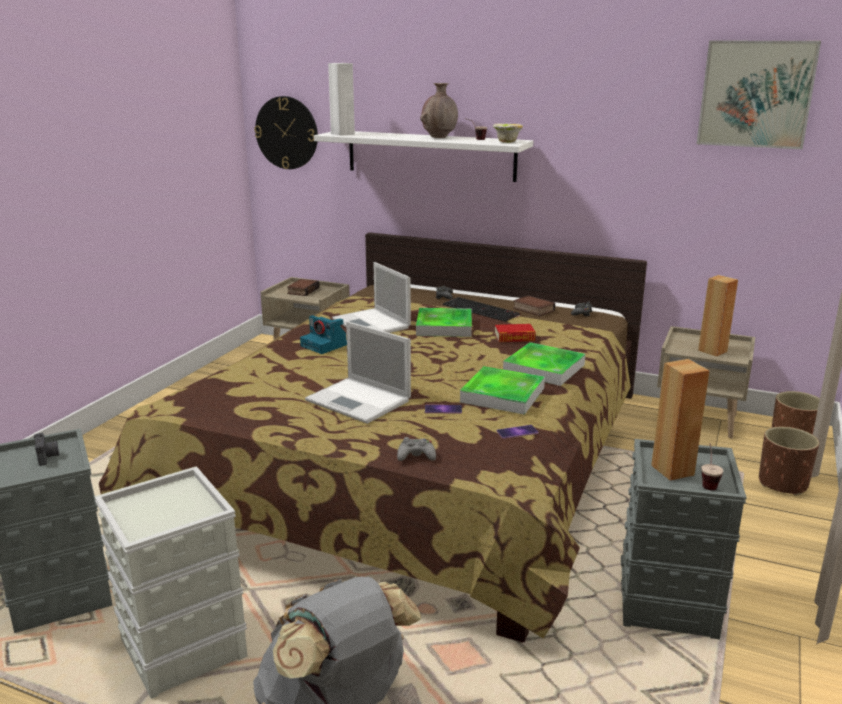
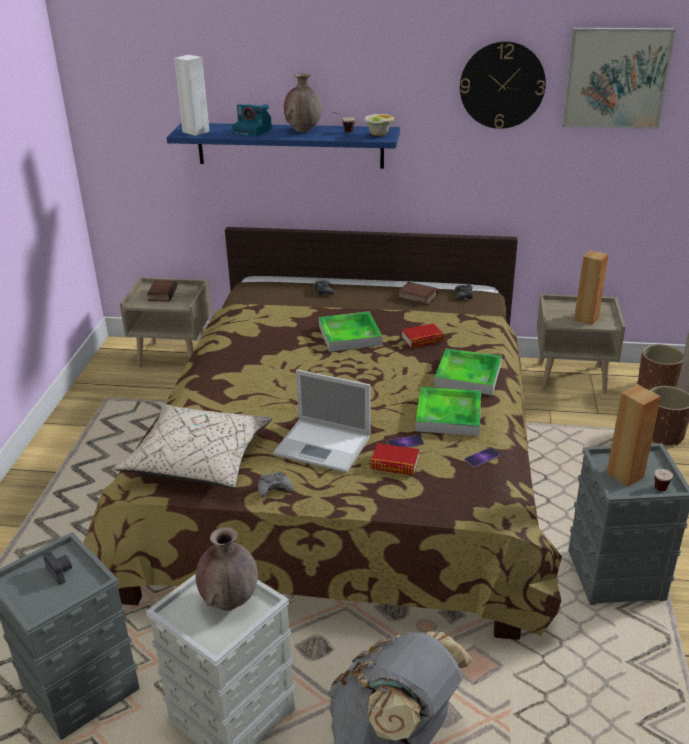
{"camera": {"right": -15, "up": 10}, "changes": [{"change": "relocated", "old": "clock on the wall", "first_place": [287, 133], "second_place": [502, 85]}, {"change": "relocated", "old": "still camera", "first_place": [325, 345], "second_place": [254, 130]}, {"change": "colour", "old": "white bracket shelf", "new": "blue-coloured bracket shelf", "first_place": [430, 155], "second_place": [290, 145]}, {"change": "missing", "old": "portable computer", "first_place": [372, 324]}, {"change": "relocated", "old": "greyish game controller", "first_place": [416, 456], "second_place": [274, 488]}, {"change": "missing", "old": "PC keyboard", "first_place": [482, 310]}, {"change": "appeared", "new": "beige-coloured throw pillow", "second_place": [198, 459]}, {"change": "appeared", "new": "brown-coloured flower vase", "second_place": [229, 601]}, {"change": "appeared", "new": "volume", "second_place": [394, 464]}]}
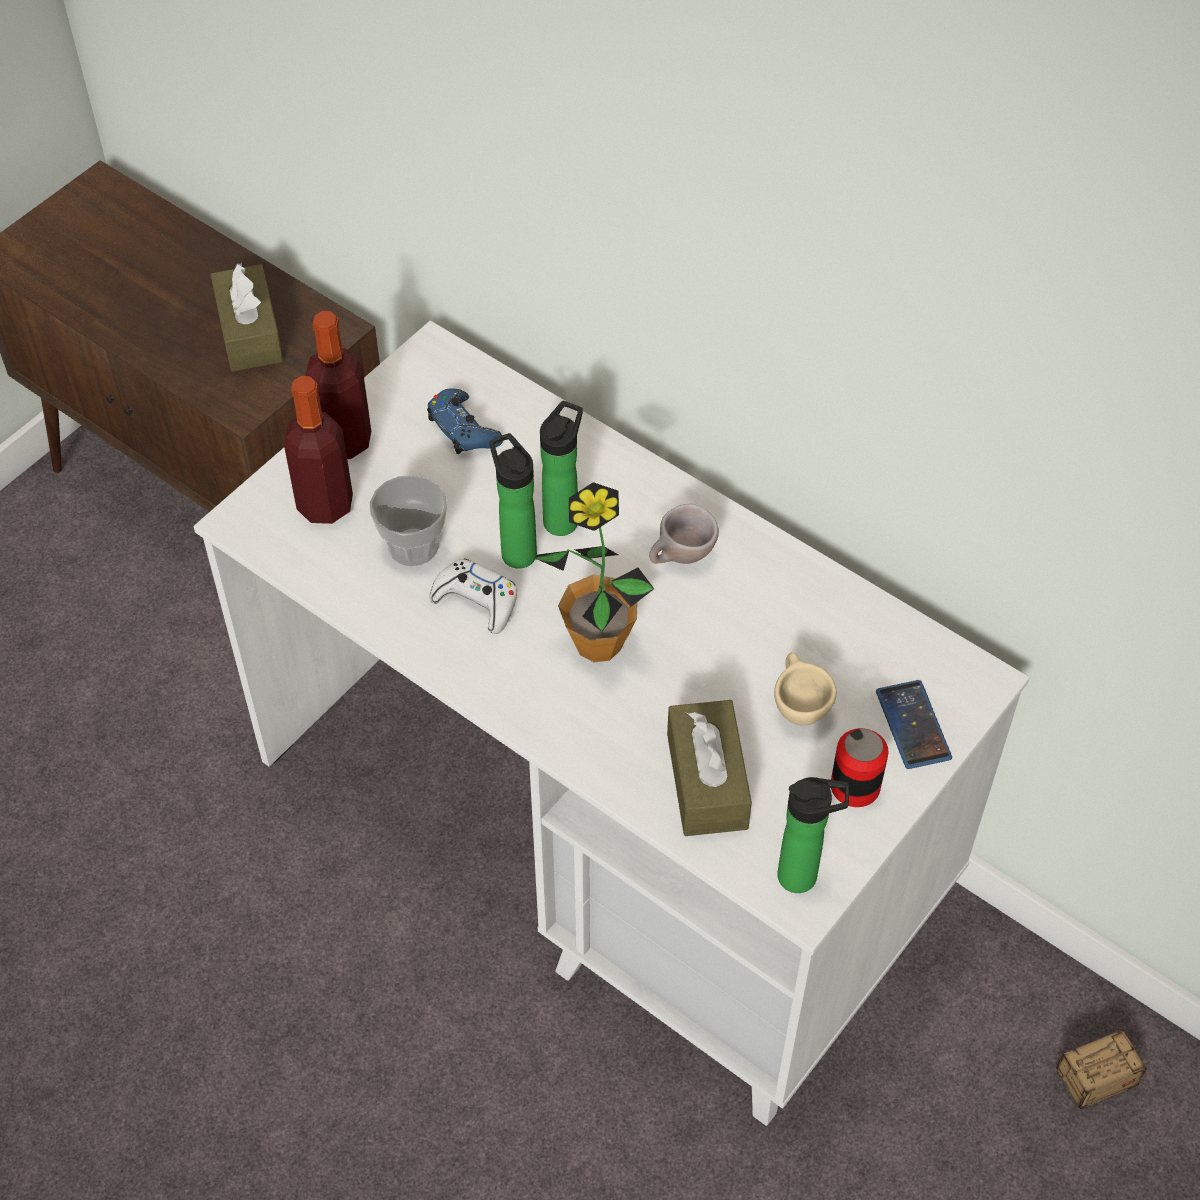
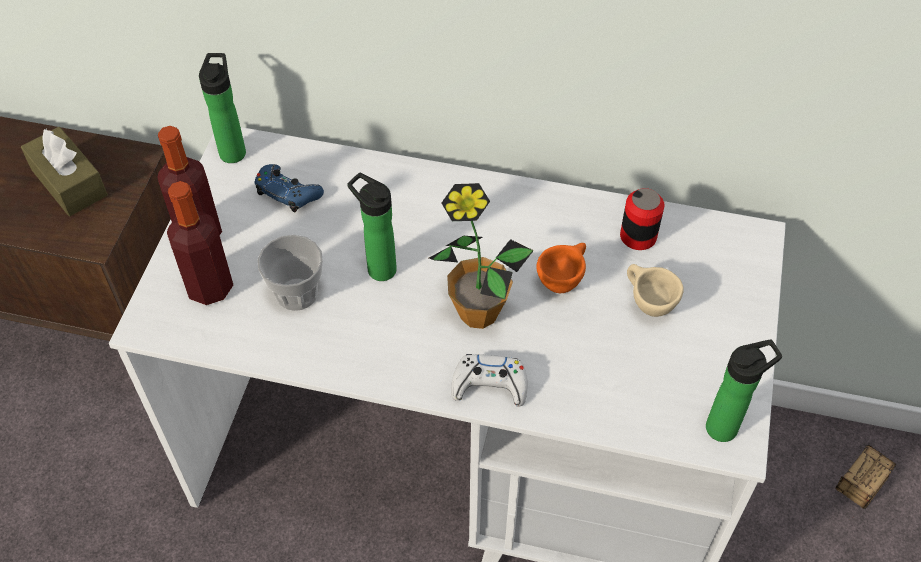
{"camera": {"right": -25, "up": 0}, "changes": [{"change": "relocated", "old": "white game controller", "first_place": [476, 601], "second_place": [489, 385]}, {"change": "relocated", "old": "drink bottle", "first_place": [563, 518], "second_place": [233, 150]}, {"change": "missing", "old": "beige-coloured small cup", "first_place": [680, 559]}, {"change": "missing", "old": "brown-coloured tissue box", "first_place": [707, 781]}, {"change": "relocated", "old": "can", "first_place": [855, 786], "second_place": [638, 236]}, {"change": "missing", "old": "phone", "first_place": [913, 725]}, {"change": "appeared", "new": "orange small cup", "second_place": [562, 280]}]}
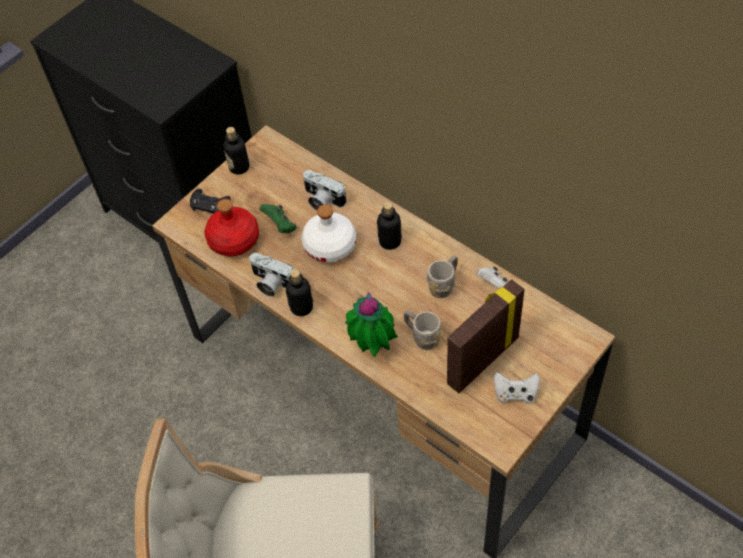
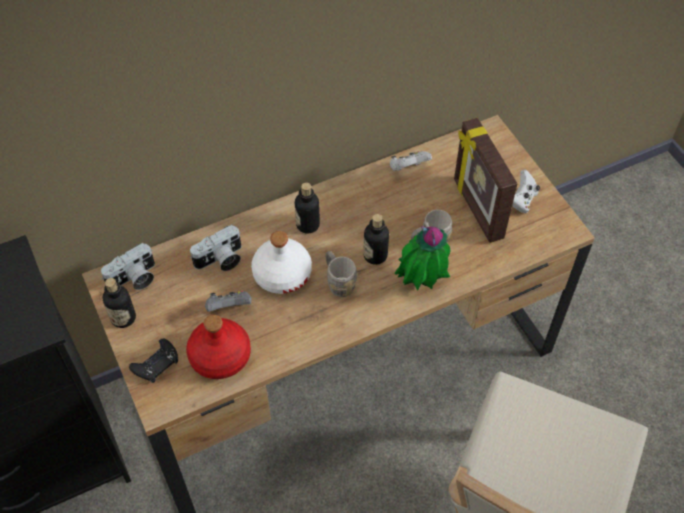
{"camera": {"right": -70, "up": 0}, "changes": [{"change": "relocated", "old": "still camera", "first_place": [271, 283], "second_place": [134, 279]}, {"change": "colour", "old": "greenish game controller", "new": "greyish game controller", "first_place": [280, 225], "second_place": [229, 307]}, {"change": "relocated", "old": "drink bottle", "first_place": [301, 307], "second_place": [375, 255]}, {"change": "relocated", "old": "greyish coffee mug", "first_place": [444, 284], "second_place": [338, 282]}]}
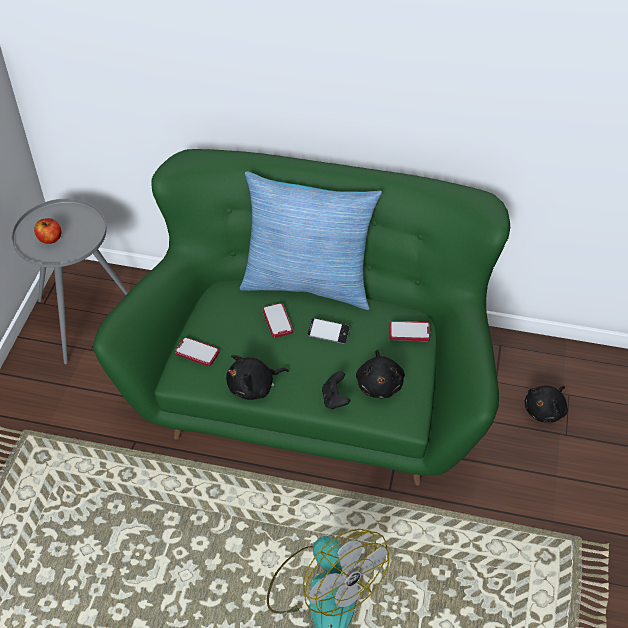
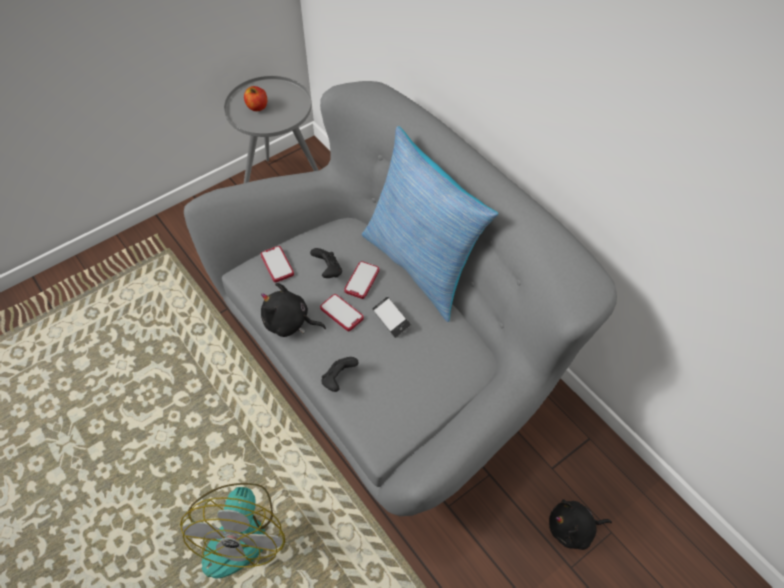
{"camera": {"right": 40, "up": 5}, "changes": [{"change": "colour", "old": "greenish settee", "new": "greyish settee", "first_place": [314, 390], "second_place": [390, 362]}, {"change": "missing", "old": "blackish cuddly toy", "first_place": [379, 384]}, {"change": "relocated", "old": "phone", "first_place": [409, 332], "second_place": [341, 313]}, {"change": "appeared", "new": "blackish game controller", "second_place": [328, 271]}]}
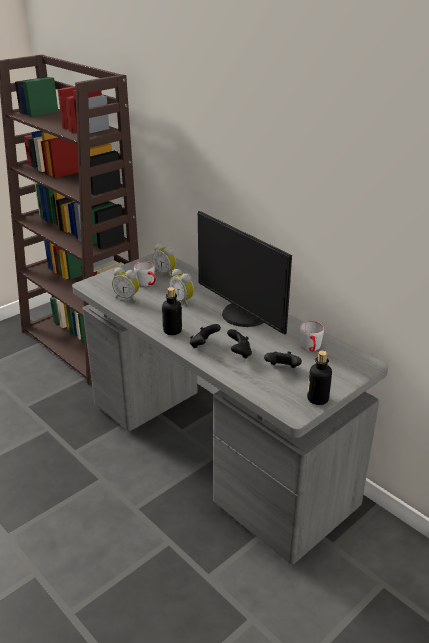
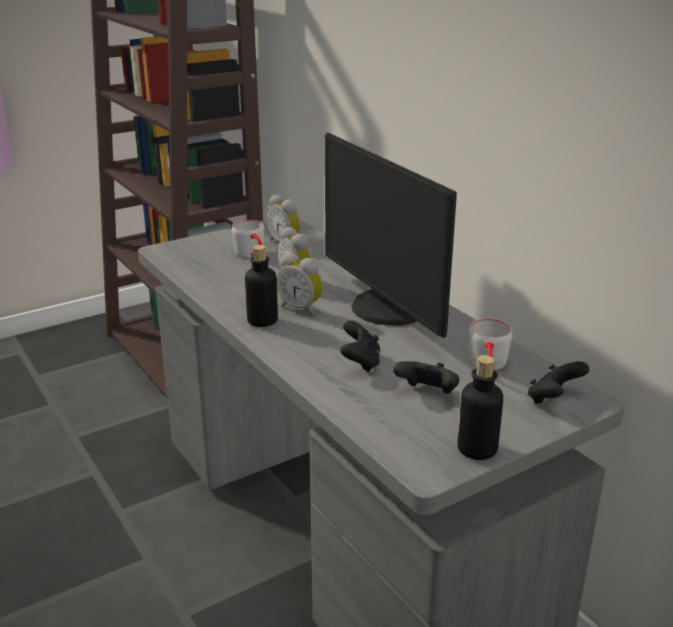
{"camera": {"right": 10, "up": -5}, "changes": [{"change": "relocated", "old": "alarm clock", "first_place": [127, 298], "second_place": [301, 308]}, {"change": "relocated", "old": "blackish game controller", "first_place": [203, 345], "second_place": [553, 399]}]}
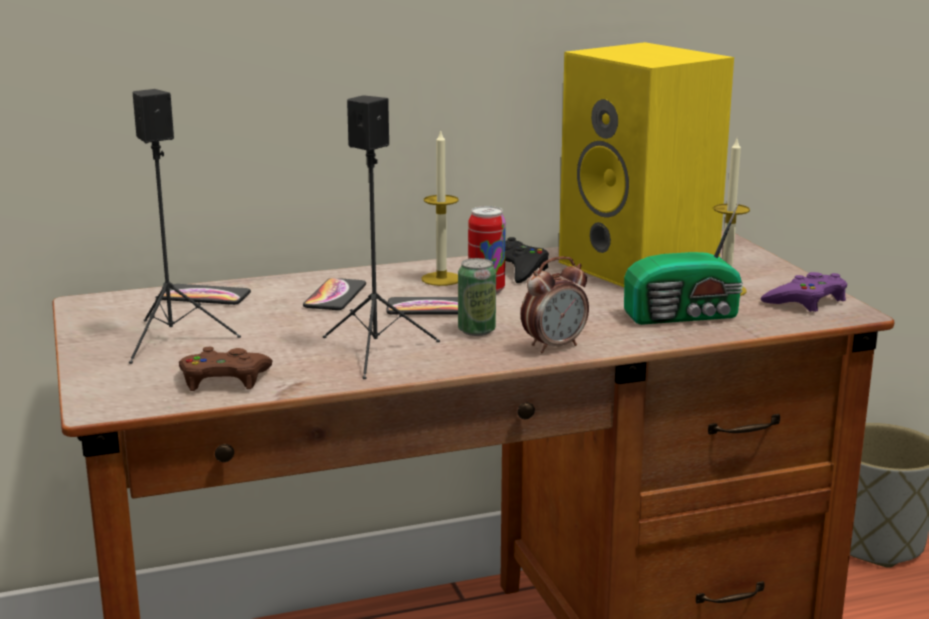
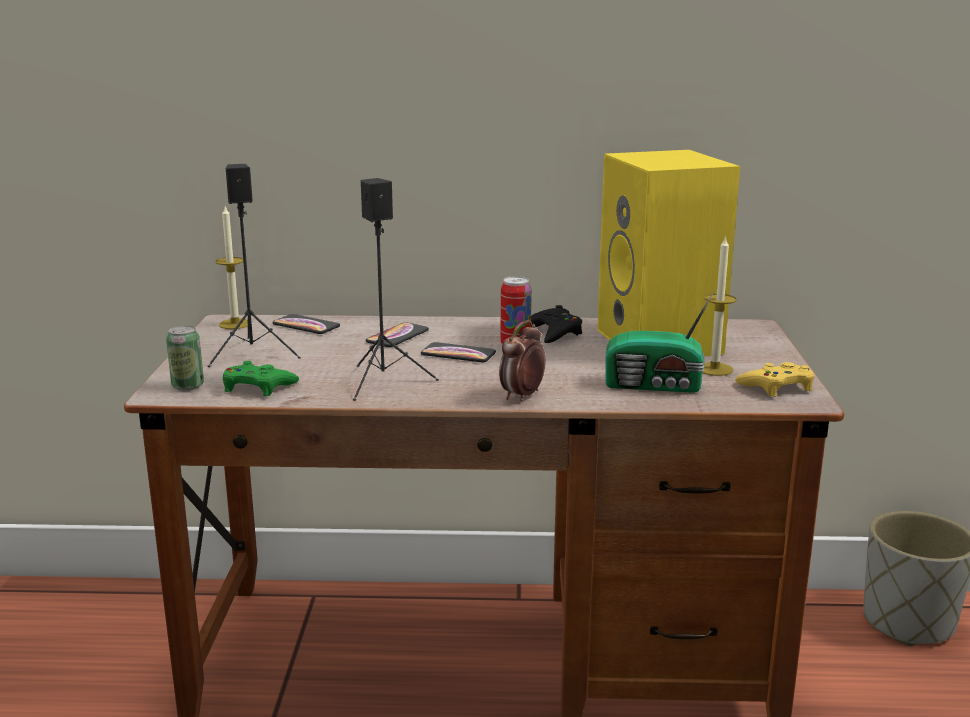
{"camera": {"right": 20, "up": 0}, "changes": [{"change": "colour", "old": "brown-coloured game controller", "new": "greenish game controller", "first_place": [224, 379], "second_place": [257, 387]}, {"change": "relocated", "old": "wax light", "first_place": [441, 279], "second_place": [235, 324]}, {"change": "relocated", "old": "can", "first_place": [476, 330], "second_place": [188, 386]}, {"change": "spun", "old": "alarm clock", "first_place": [554, 346], "second_place": [522, 396], "degrees": 135}, {"change": "colour", "old": "purplish game controller", "new": "yellow game controller", "first_place": [806, 301], "second_place": [777, 387]}]}
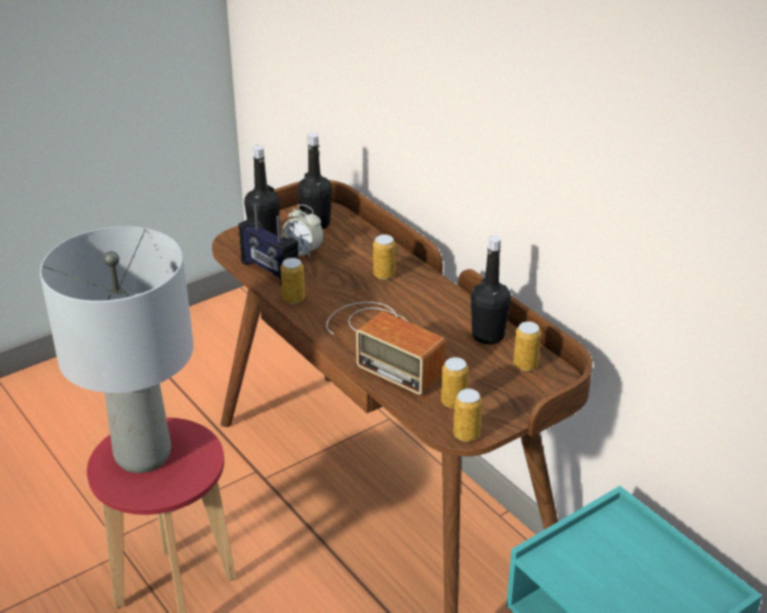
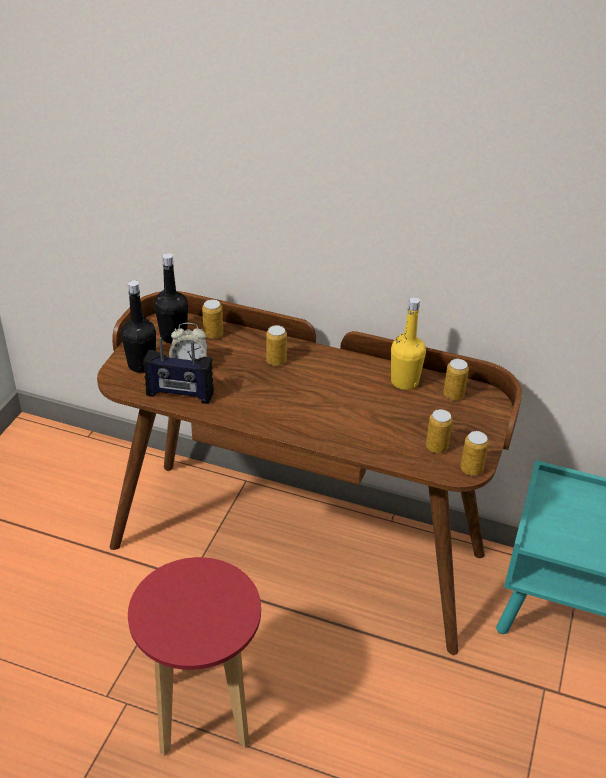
{"camera": {"right": -35, "up": 5}, "changes": [{"change": "missing", "old": "greyish tabletop lamp", "first_place": [142, 456]}, {"change": "relocated", "old": "can", "first_place": [293, 299], "second_place": [213, 334]}, {"change": "missing", "old": "radio", "first_place": [384, 343]}, {"change": "colour", "old": "blackish drink bottle", "new": "yellow drink bottle", "first_place": [488, 335], "second_place": [404, 382]}]}
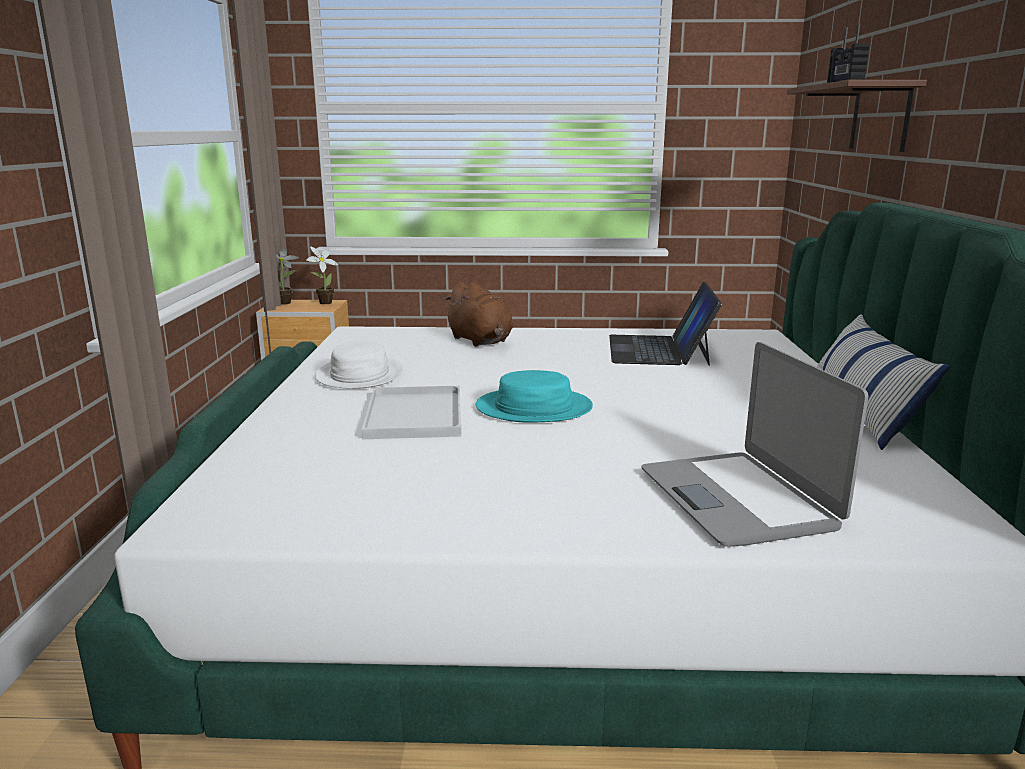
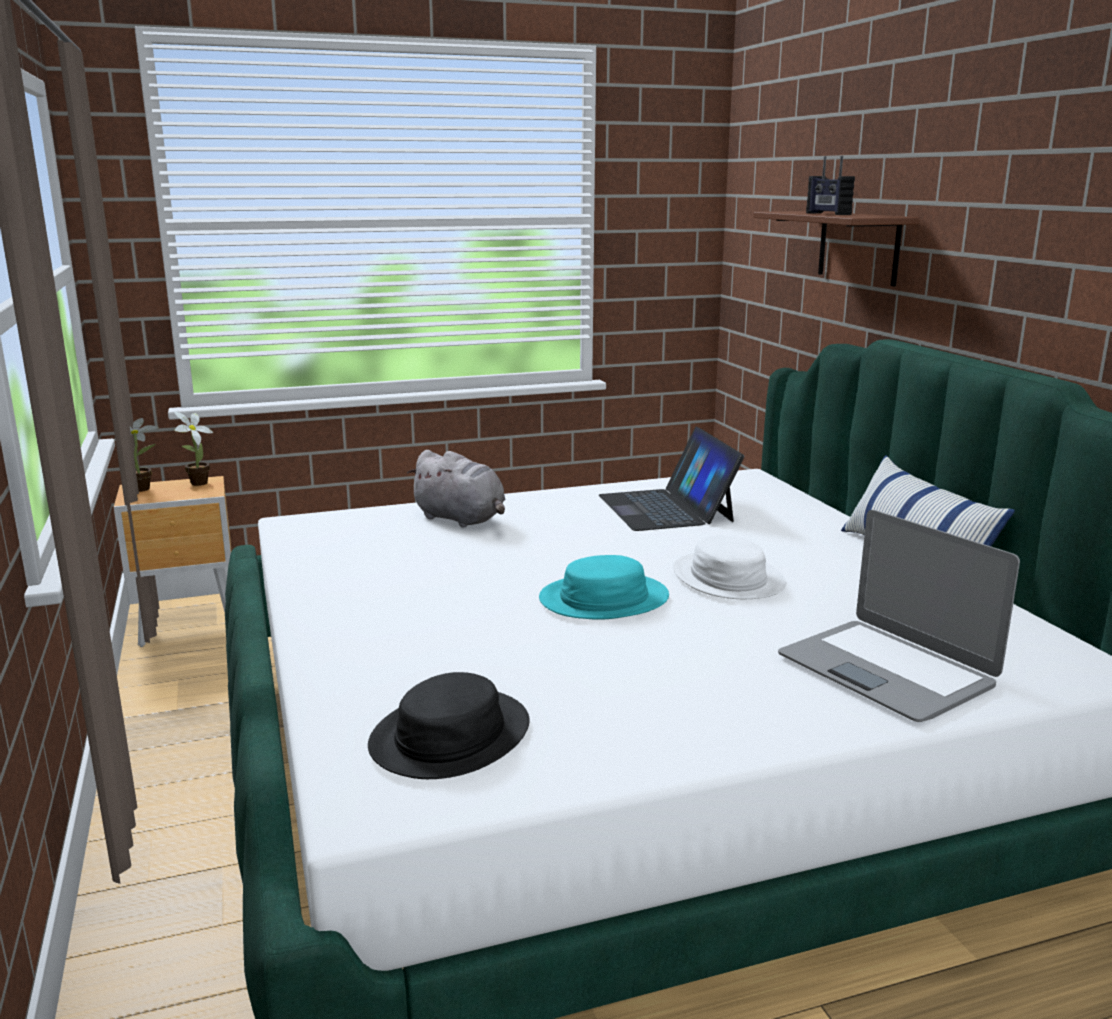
{"camera": {"right": -20, "up": 0}, "changes": [{"change": "relocated", "old": "white clothing hat", "first_place": [359, 375], "second_place": [727, 578]}, {"change": "missing", "old": "white serving tray", "first_place": [413, 413]}, {"change": "colour", "old": "brown-coloured cuddly toy", "new": "greyish cuddly toy", "first_place": [481, 341], "second_place": [462, 519]}, {"change": "appeared", "new": "blackish clothing hat", "second_place": [450, 736]}]}
